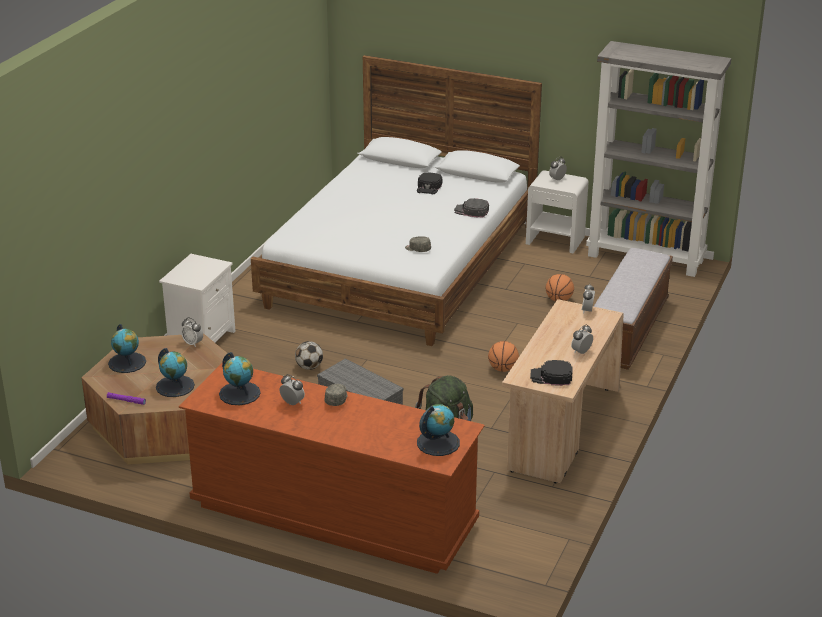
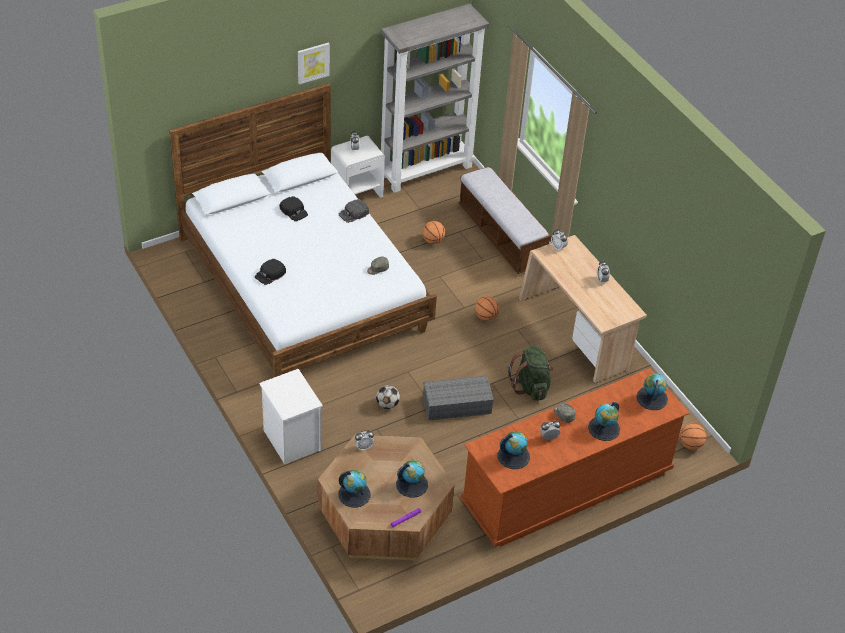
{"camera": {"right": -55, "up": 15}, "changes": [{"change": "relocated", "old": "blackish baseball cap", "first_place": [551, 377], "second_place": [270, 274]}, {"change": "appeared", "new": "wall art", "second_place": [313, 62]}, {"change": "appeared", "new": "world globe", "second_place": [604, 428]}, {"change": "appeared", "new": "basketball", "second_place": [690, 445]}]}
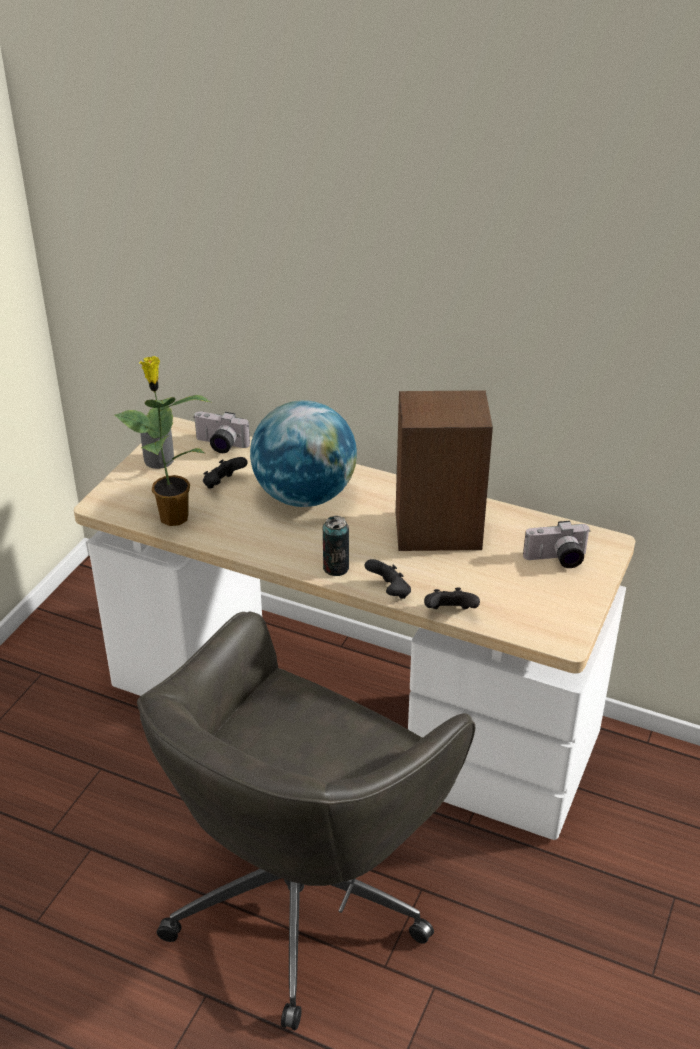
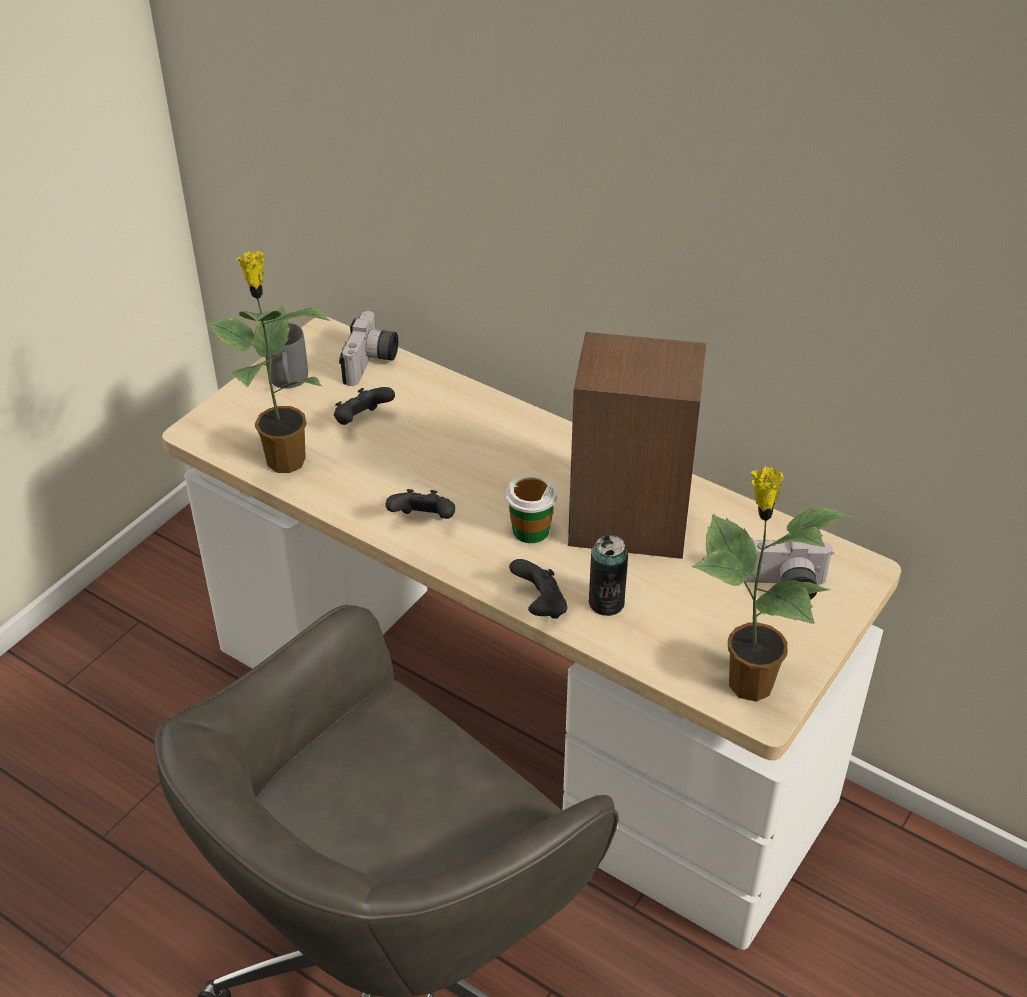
{"camera": {"right": 10, "up": 5}, "changes": [{"change": "spun", "old": "still camera", "first_place": [219, 445], "second_place": [372, 364], "degrees": -105}, {"change": "missing", "old": "world globe", "first_place": [305, 496]}, {"change": "relocated", "old": "can", "first_place": [336, 568], "second_place": [606, 603]}, {"change": "relocated", "old": "blackish game controller", "first_place": [450, 613], "second_place": [424, 521]}, {"change": "appeared", "new": "small cup", "second_place": [530, 530]}, {"change": "appeared", "new": "houseplant", "second_place": [747, 682]}]}
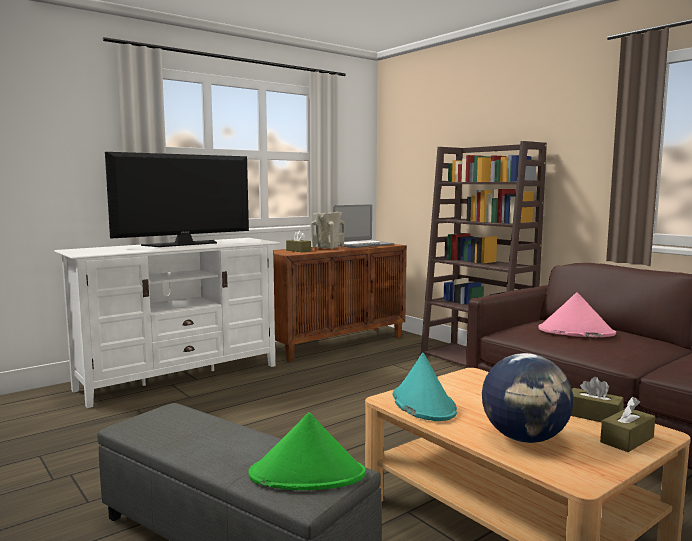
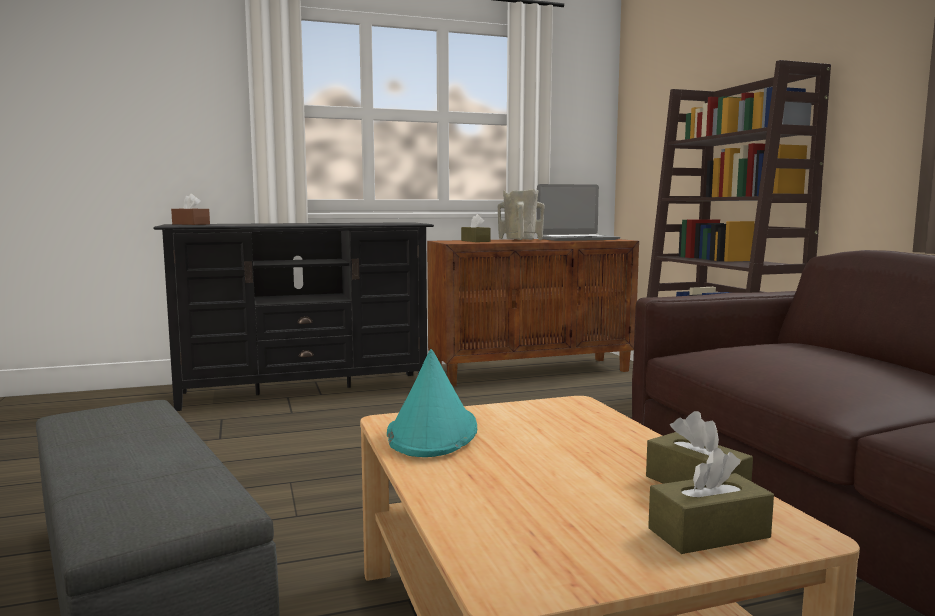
{"camera": {"right": 20, "up": 0}, "changes": [{"change": "colour", "old": "white tv stand", "new": "blackish tv stand", "first_place": [180, 377], "second_place": [305, 390]}, {"change": "missing", "old": "TV set", "first_place": [184, 244]}, {"change": "missing", "old": "greenish clothing hat", "first_place": [308, 475]}, {"change": "missing", "old": "world globe", "first_place": [525, 438]}, {"change": "missing", "old": "pinkish clothing hat", "first_place": [575, 332]}, {"change": "appeared", "new": "brown-coloured tissue box", "second_place": [191, 224]}]}
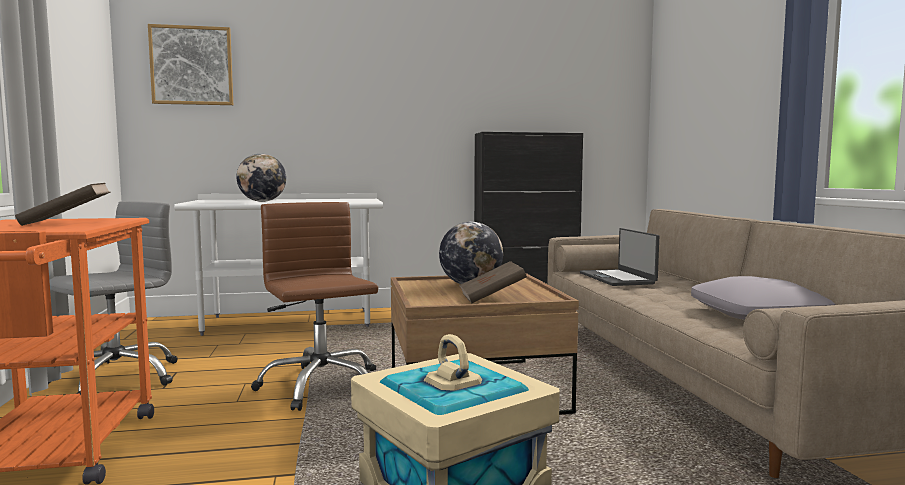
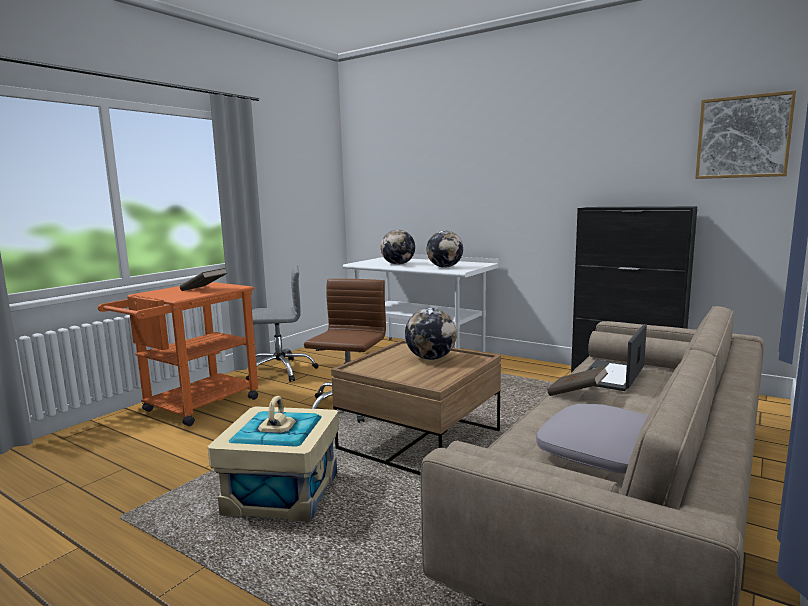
{"camera": {"right": 45, "up": 5}, "changes": [{"change": "relocated", "old": "wall art", "first_place": [192, 65], "second_place": [743, 137]}, {"change": "relocated", "old": "brown-coloured volume", "first_place": [491, 298], "second_place": [576, 394]}, {"change": "appeared", "new": "world globe", "second_place": [445, 267]}]}
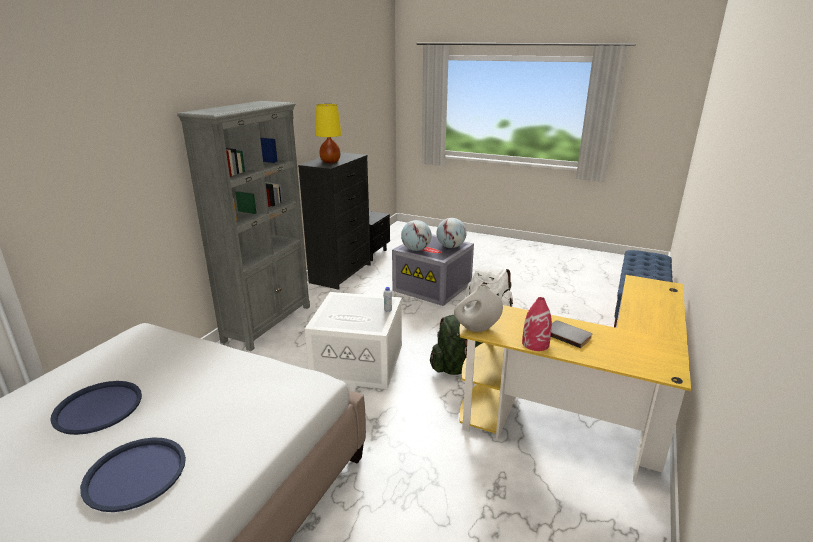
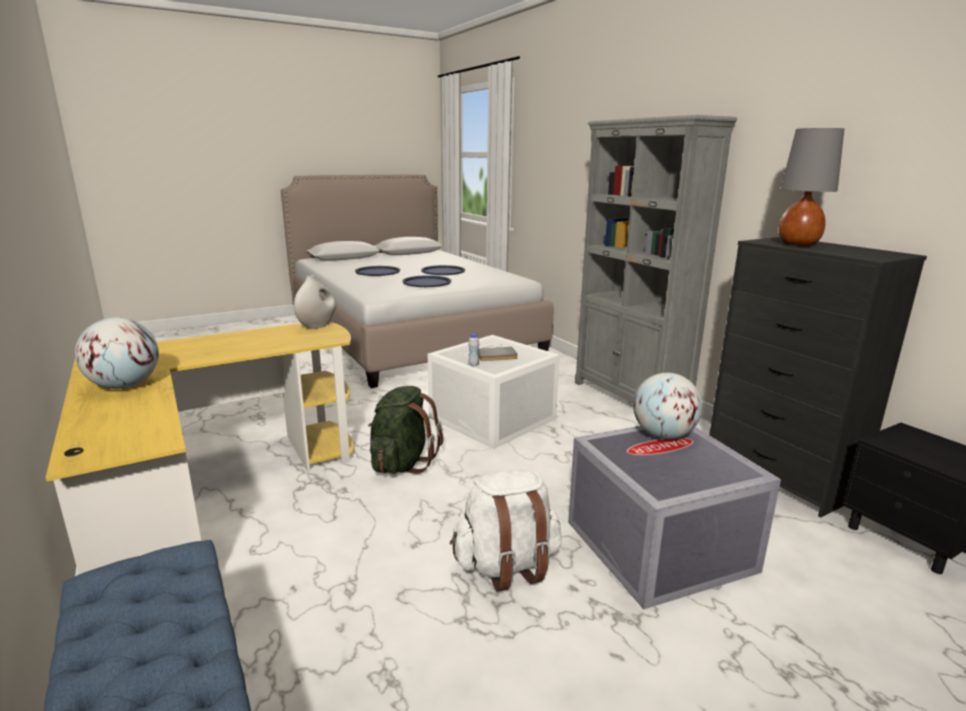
{"camera": {"right": 125, "up": -5}, "changes": [{"change": "colour", "old": "yellow tabletop lamp", "new": "greyish tabletop lamp", "first_place": [330, 162], "second_place": [798, 244]}, {"change": "relocated", "old": "world globe", "first_place": [451, 247], "second_place": [124, 386]}, {"change": "missing", "old": "reddish flower vase", "first_place": [535, 344]}, {"change": "relocated", "old": "greyish volume", "first_place": [568, 335], "second_place": [496, 356]}, {"change": "appeared", "new": "blue-coloured serving tray", "second_place": [426, 282]}]}
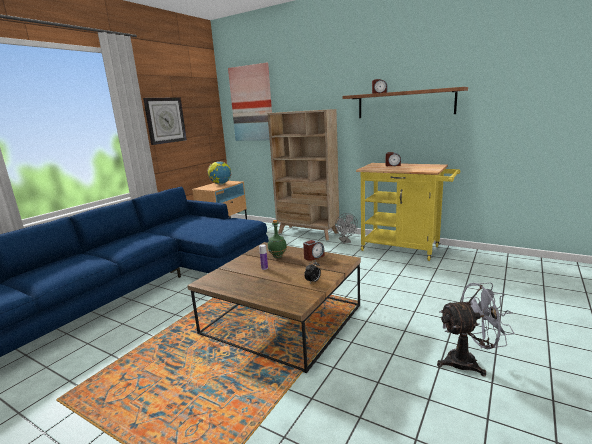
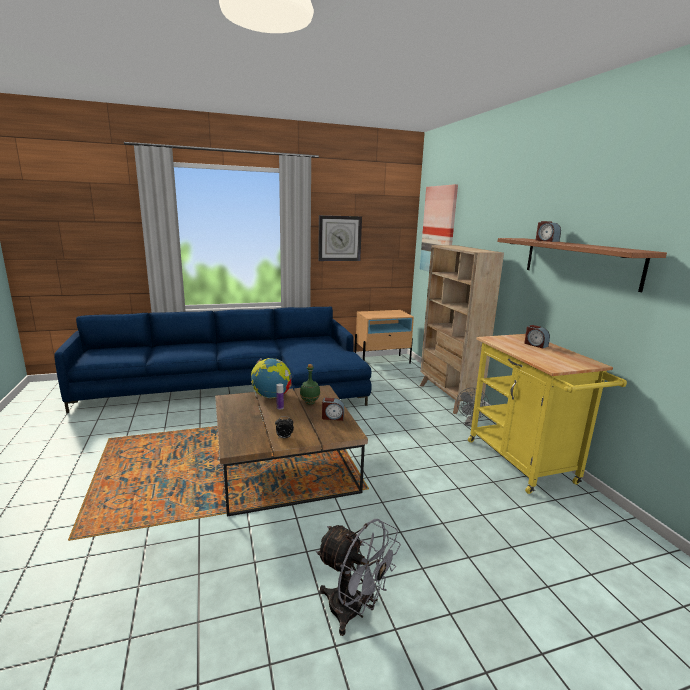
{"camera": {"right": 40, "up": 0}, "changes": [{"change": "relocated", "old": "world globe", "first_place": [221, 184], "second_place": [271, 396]}]}
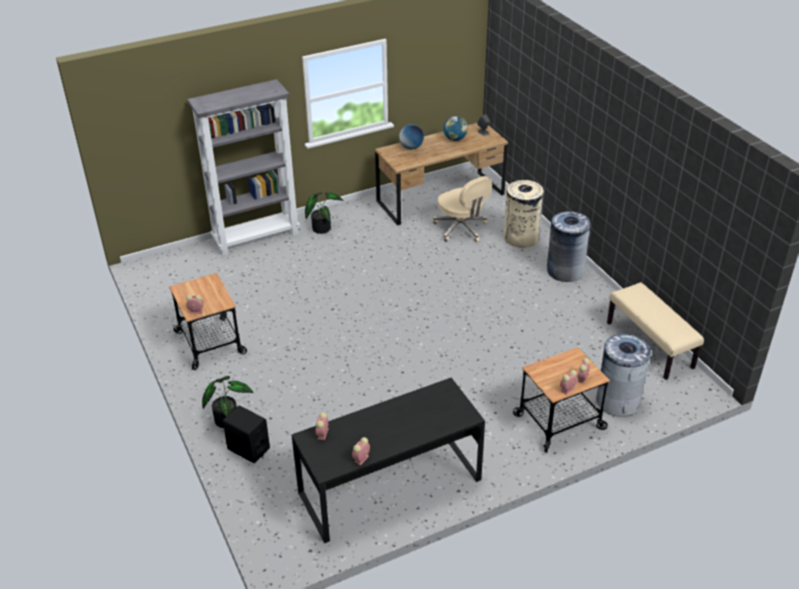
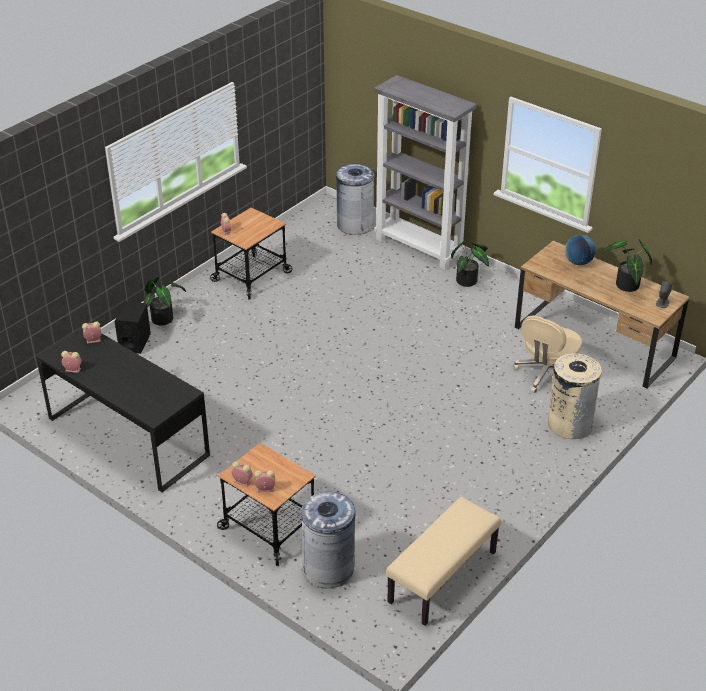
{"camera": {"right": 65, "up": 0}, "changes": [{"change": "exchanged", "old": "world globe", "new": "houseplant", "first_place": [455, 139], "second_place": [626, 287]}, {"change": "relocated", "old": "greyish rubbish bin", "first_place": [565, 271], "second_place": [355, 224]}]}
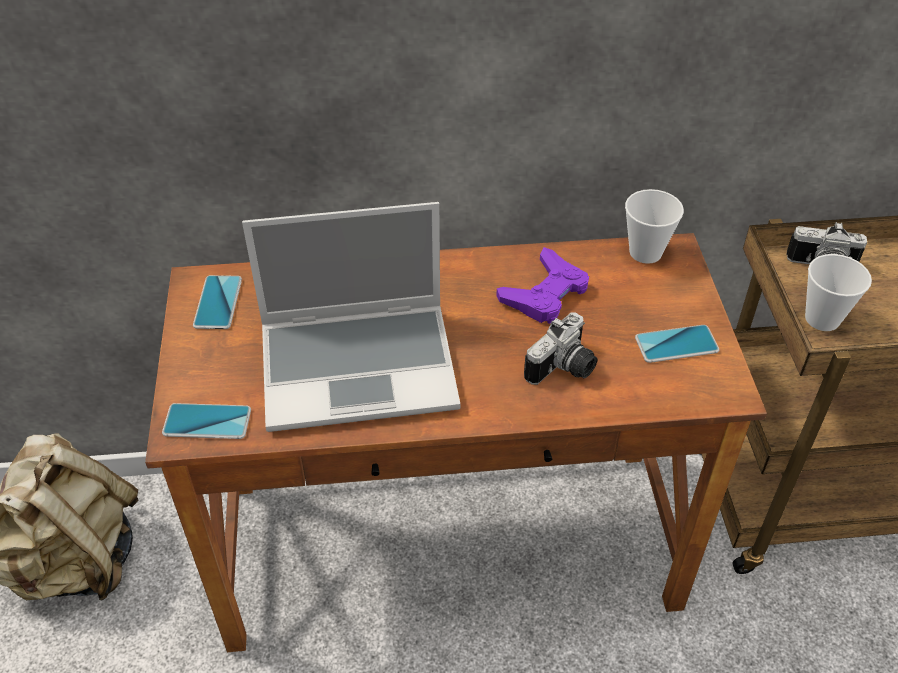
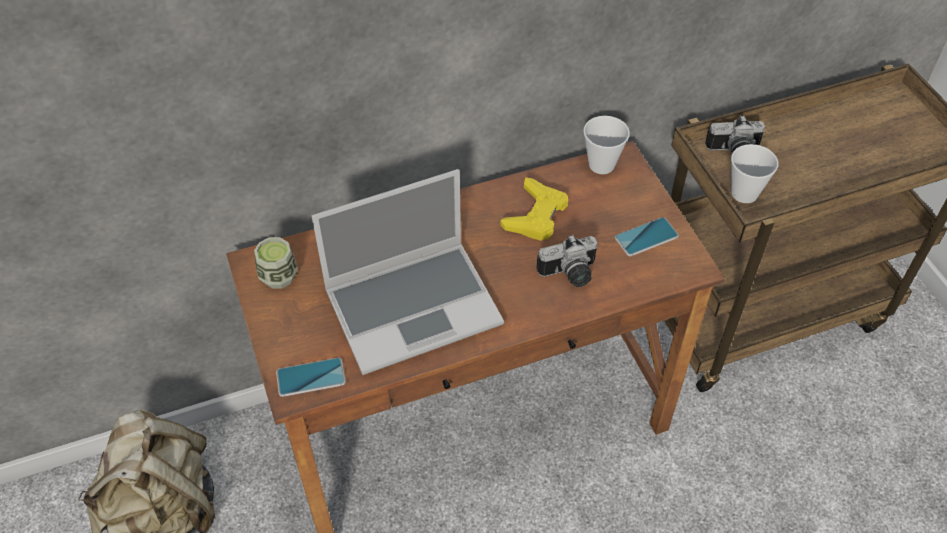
{"camera": {"right": -15, "up": 5}, "changes": [{"change": "exchanged", "old": "phone", "new": "small cup", "first_place": [218, 303], "second_place": [278, 276]}, {"change": "colour", "old": "purplish game controller", "new": "yellow game controller", "first_place": [545, 294], "second_place": [536, 215]}, {"change": "spun", "old": "still camera", "first_place": [564, 369], "second_place": [570, 275], "degrees": 45}]}
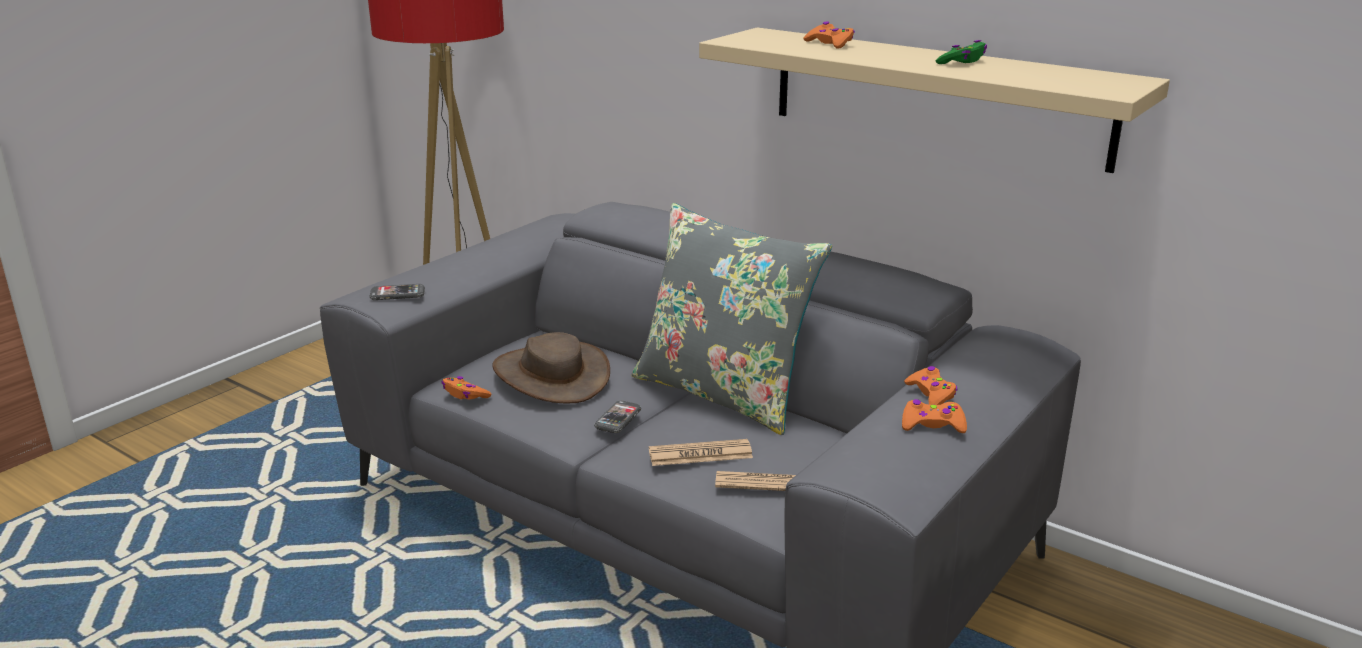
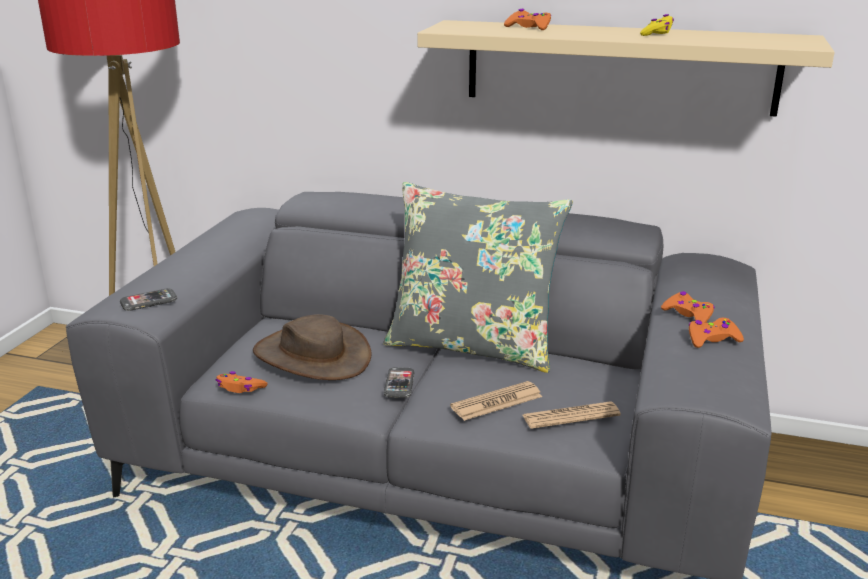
{"camera": {"right": -20, "up": 0}, "changes": [{"change": "colour", "old": "greenish game controller", "new": "yellow game controller", "first_place": [962, 61], "second_place": [656, 33]}]}
